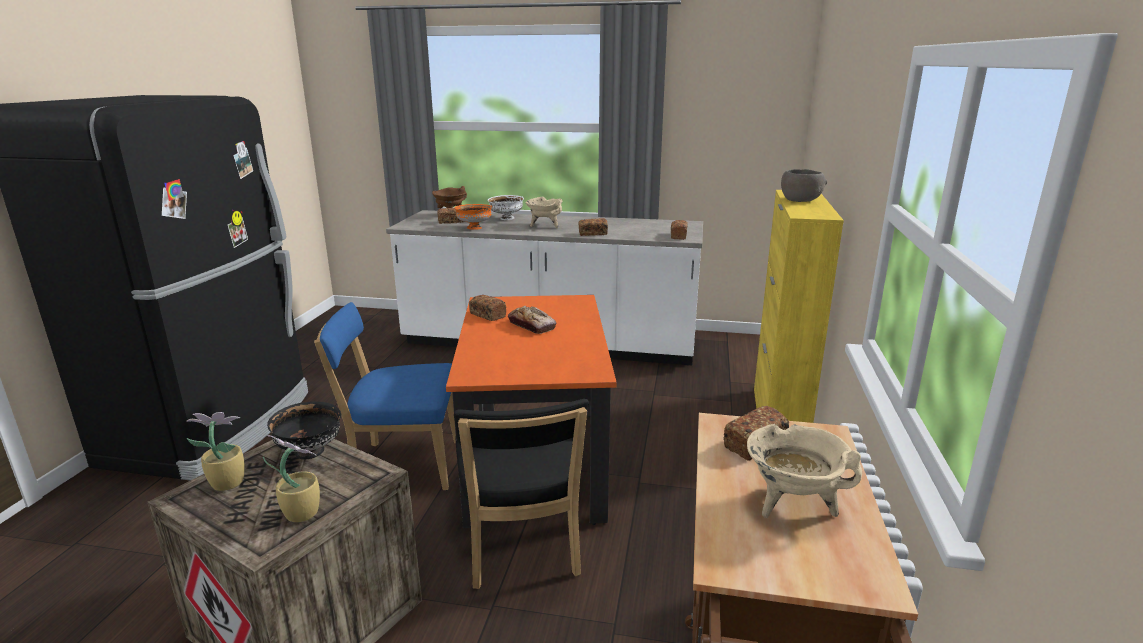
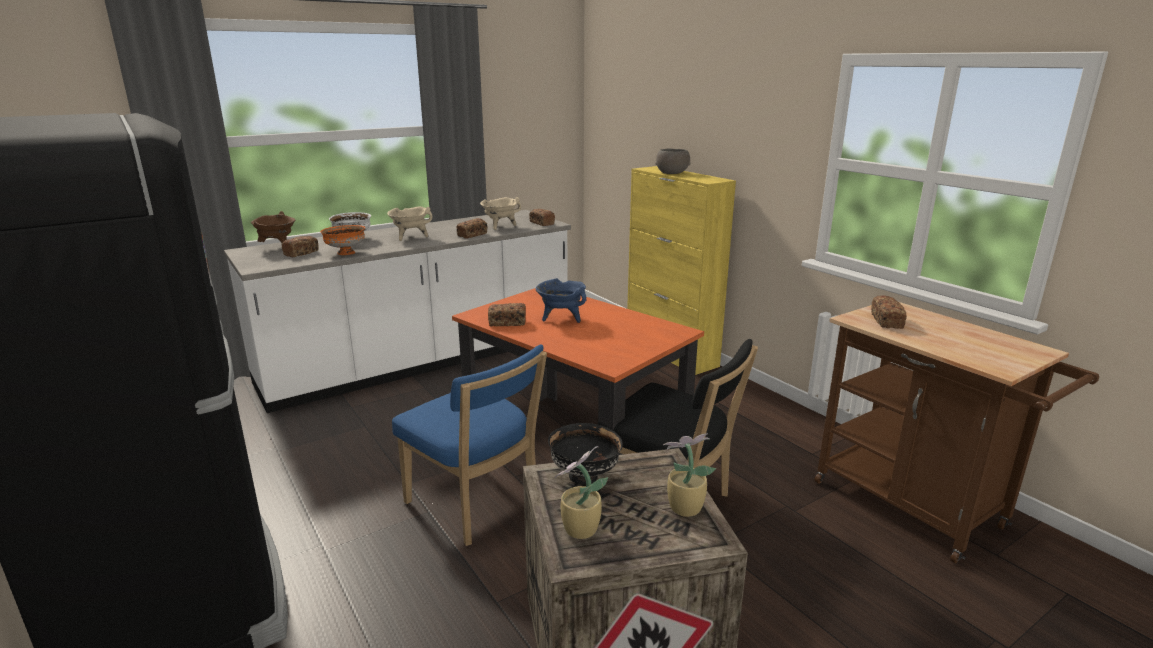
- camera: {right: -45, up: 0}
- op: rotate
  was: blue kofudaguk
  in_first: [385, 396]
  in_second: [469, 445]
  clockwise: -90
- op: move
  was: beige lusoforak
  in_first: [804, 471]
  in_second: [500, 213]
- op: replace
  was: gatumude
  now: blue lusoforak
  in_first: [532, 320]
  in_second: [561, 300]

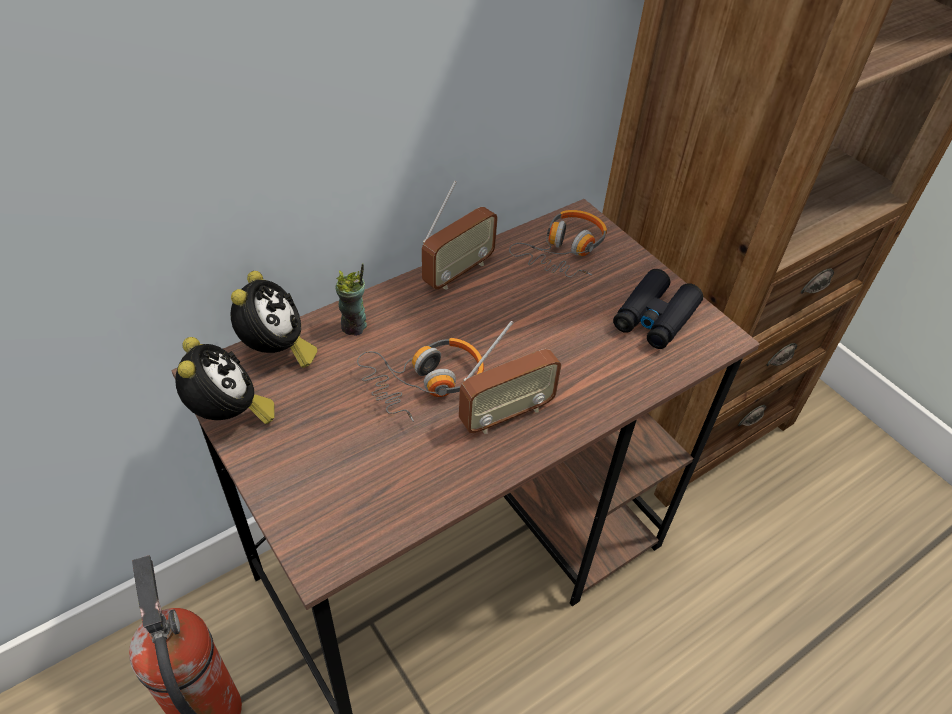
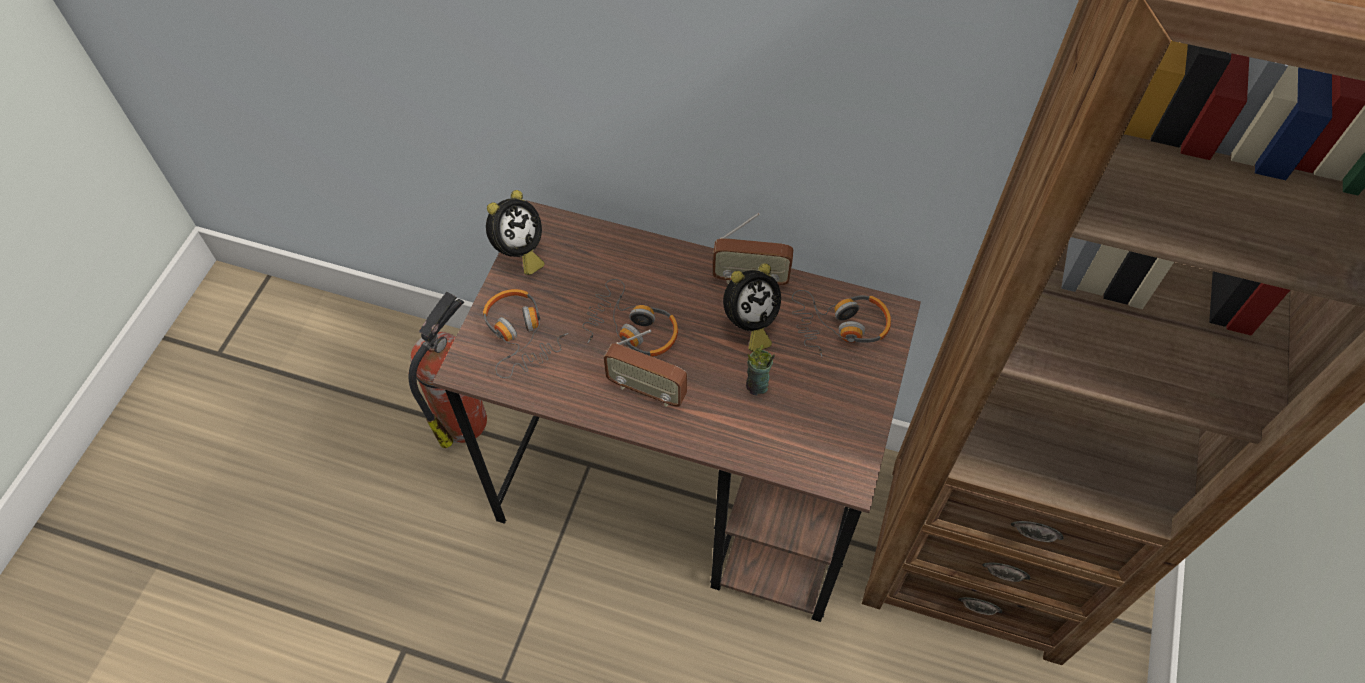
- camera: {right: 55, up: 10}
- op: insert
  now: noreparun
  in_second: [526, 333]
- op: move
  was: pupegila
  in_first: [273, 319]
  in_second: [752, 307]
- op: move
  was: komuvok
  in_first: [351, 299]
  in_second: [760, 369]
- op: delete
  was: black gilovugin
  in_first: [658, 309]

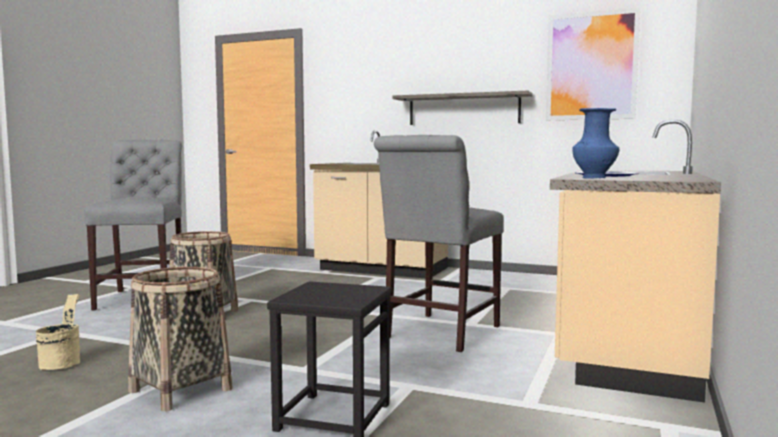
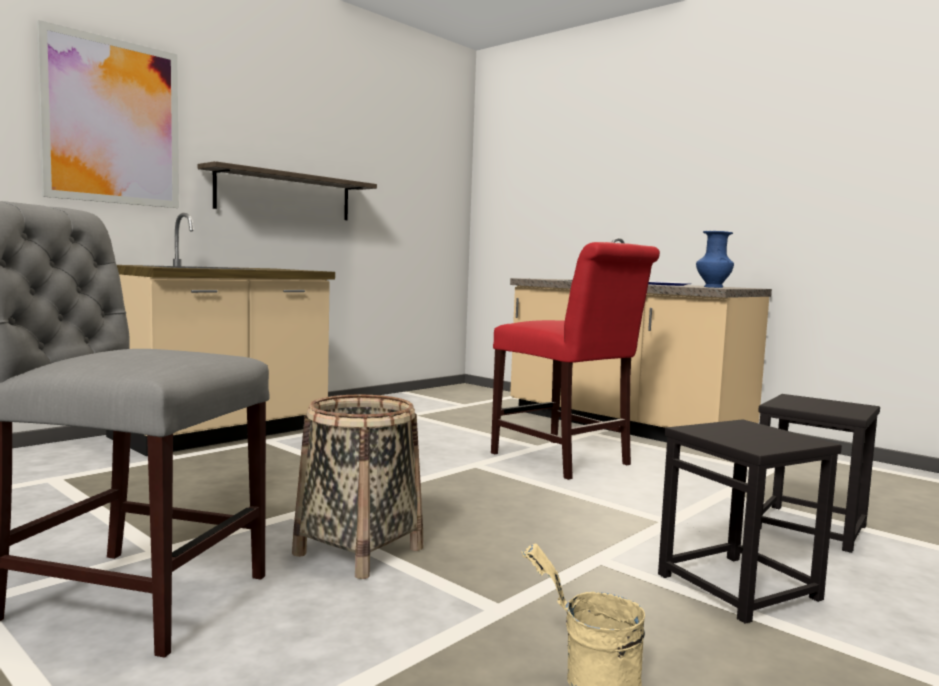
- camera: {right: -70, up: 0}
- op: move
  was: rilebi
  in_first: [593, 64]
  in_second: [108, 114]
- op: recolor
  was: grey kofudaguk
  now: red kofudaguk
  in_first: [438, 243]
  in_second: [575, 361]
- op: replace
  was: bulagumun
  now: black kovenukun
  in_first: [180, 339]
  in_second: [750, 521]

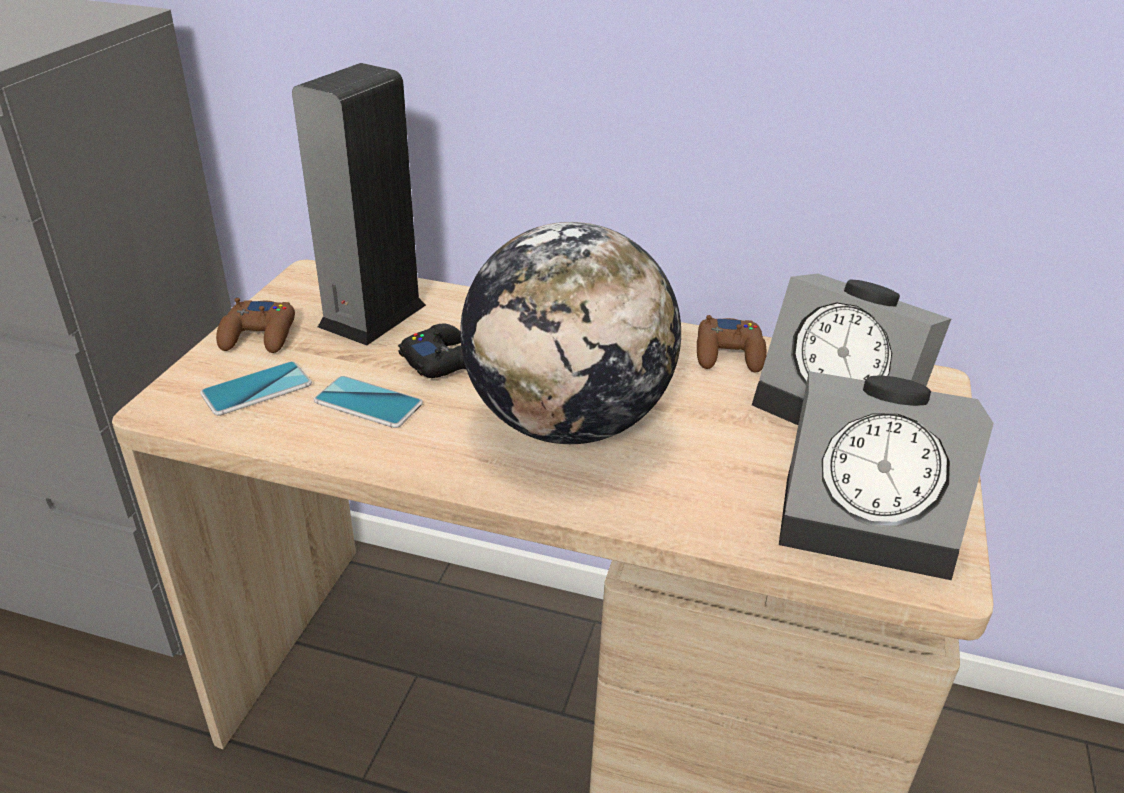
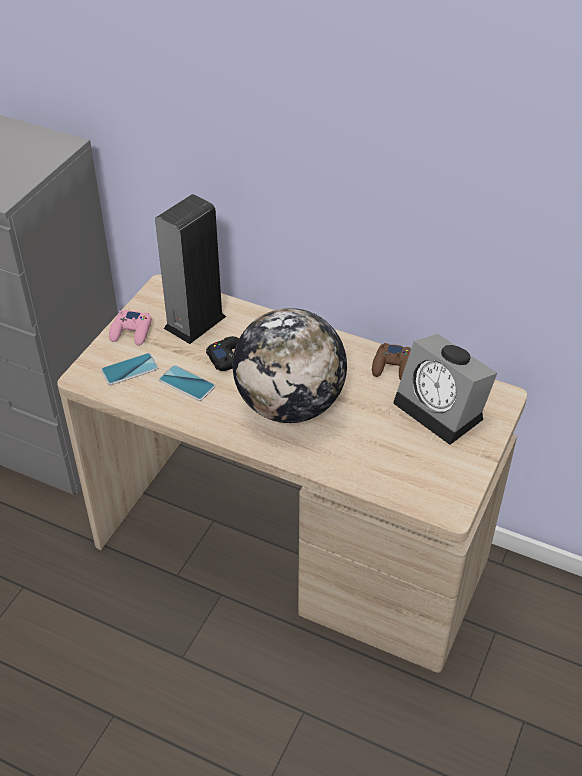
- camera: {right: 10, up: 10}
- op: recolor
  was: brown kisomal
  now: pink kisomal
  in_first: [255, 325]
  in_second: [130, 328]
- op: delete
  was: pupegila
  in_first: [886, 475]

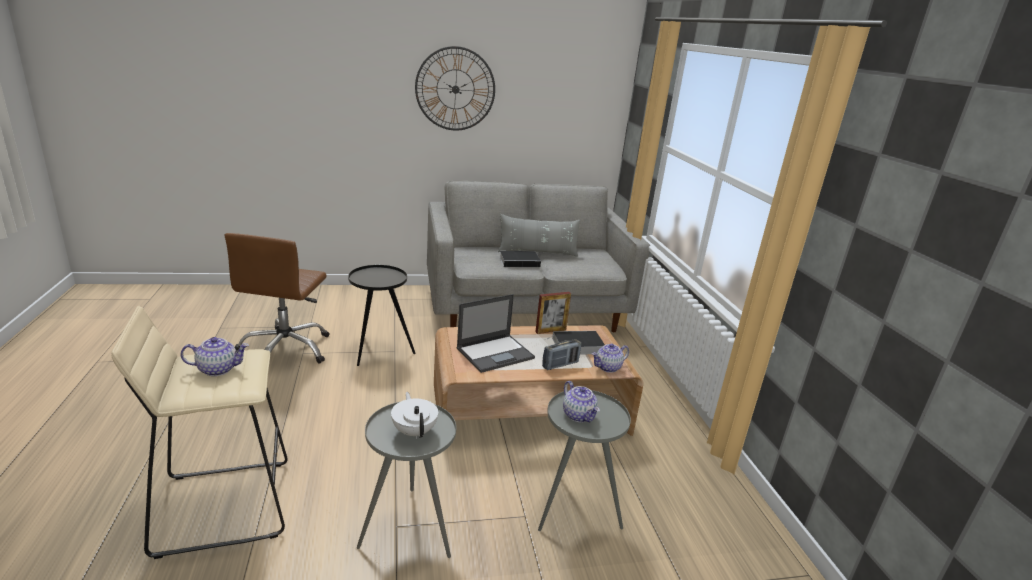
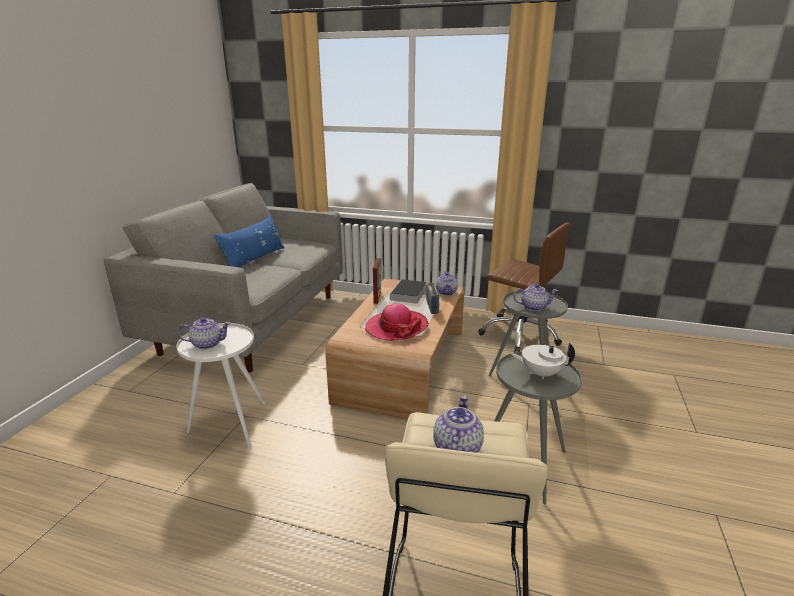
- camera: {right: -60, up: 0}
- op: recolor
  was: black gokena
  now: white gokena
  in_first: [382, 315]
  in_second: [221, 386]
- op: insert
  now: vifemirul
  in_second: [204, 333]
- op: recolor
  was: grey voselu
  now: blue voselu
  in_first: [539, 235]
  in_second: [249, 241]
- op: replace
  was: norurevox
  now: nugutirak
  in_first: [495, 333]
  in_second: [397, 322]
- op: move
  was: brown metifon
  in_first: [277, 298]
  in_second: [524, 288]
- op: delete
  was: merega
  in_first: [455, 88]
- op: delete
  was: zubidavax
  in_first: [523, 259]

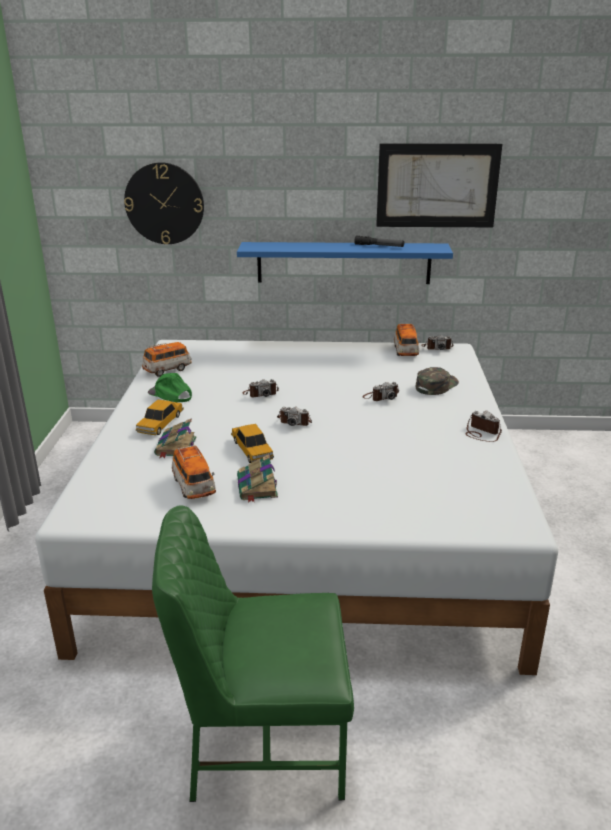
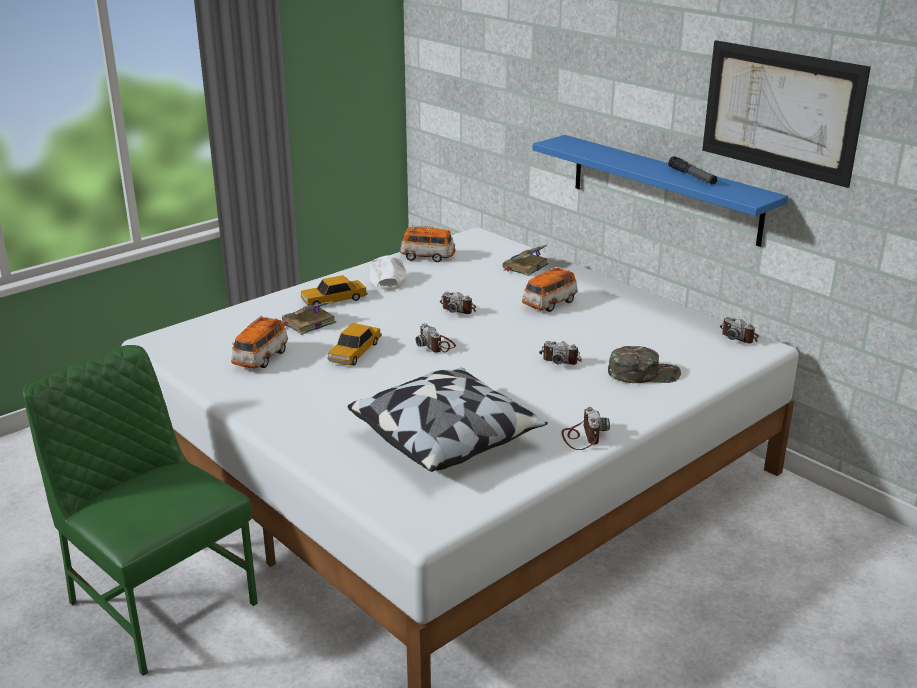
- camera: {right: 45, up: 0}
- op: insert
  now: voselu
  in_second: [447, 420]
- op: recolor
  was: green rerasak
  now: white rerasak
  in_first: [170, 387]
  in_second: [388, 272]
- op: move
  was: zubidavax
  in_first: [257, 478]
  in_second: [526, 260]
- op: move
  was: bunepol
  in_first: [407, 339]
  in_second: [550, 289]
- op: delete
  was: merega
  in_first: [164, 203]

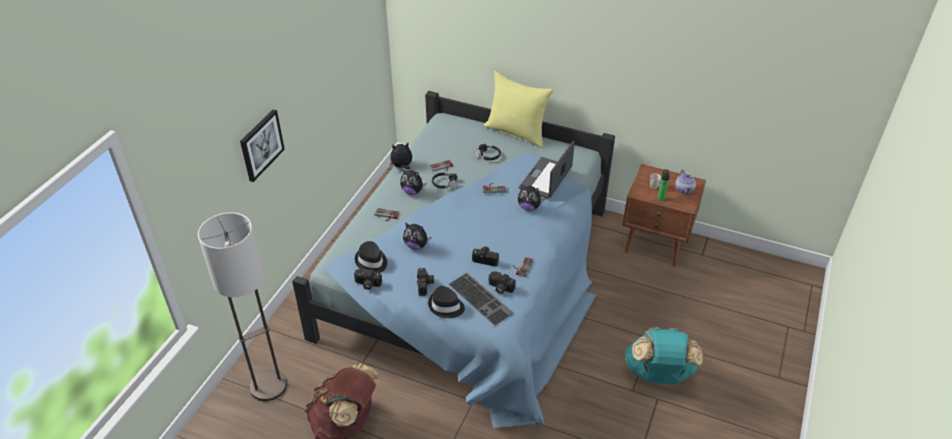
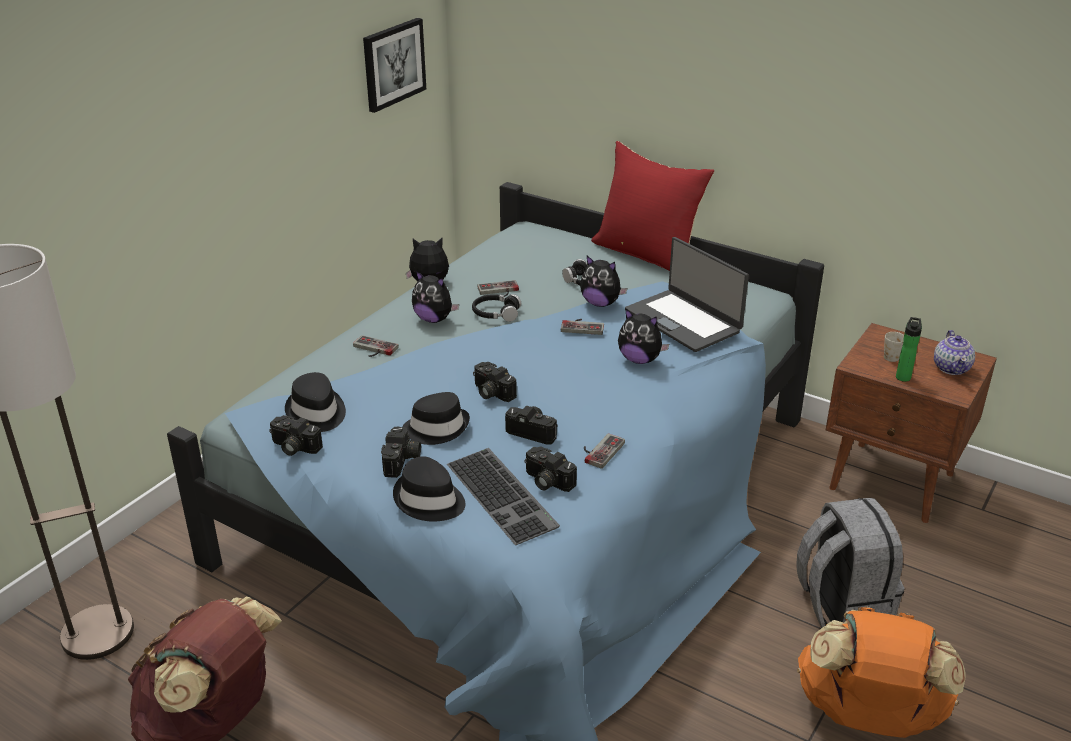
- camera: {right: 10, up: -10}
- op: move
  was: rilebi
  in_first: [262, 145]
  in_second: [394, 65]
- op: insert
  now: black nugutirak
  in_second: [436, 418]
- op: insert
  now: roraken
  in_second: [495, 382]
- op: move
  was: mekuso
  in_first: [417, 236]
  in_second: [603, 281]
- op: recolor
  was: yellow voselu
  now: red voselu
  in_first: [518, 109]
  in_second: [652, 206]
- op: rotate
  was: norurevox
  in_first: [547, 169]
  in_second: [687, 294]
  clockwise: -75
- op: insert
  now: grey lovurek
  in_second: [850, 563]
- op: recolor
  was: turquoise lovurek
  now: orange lovurek
  in_first: [664, 355]
  in_second: [881, 672]

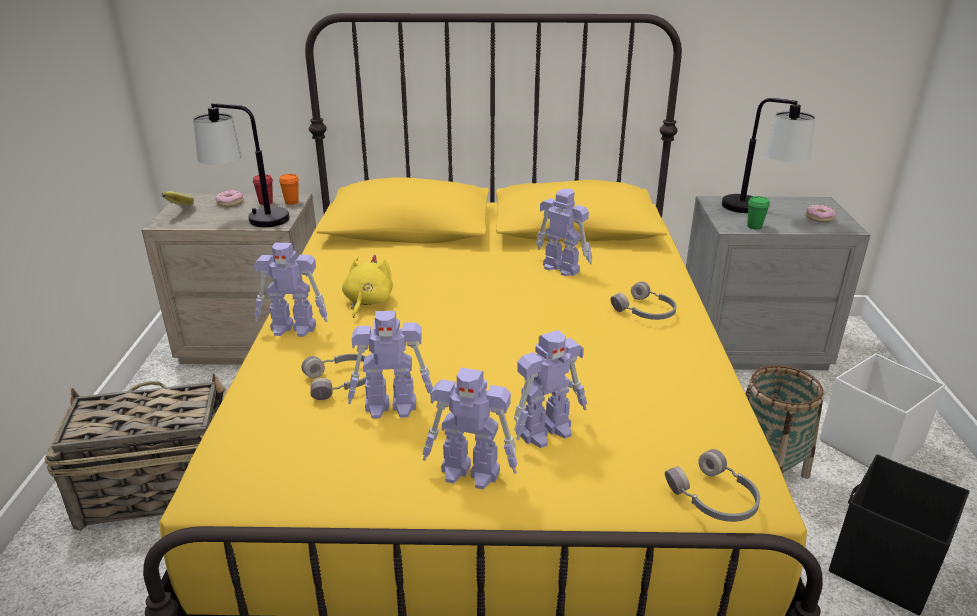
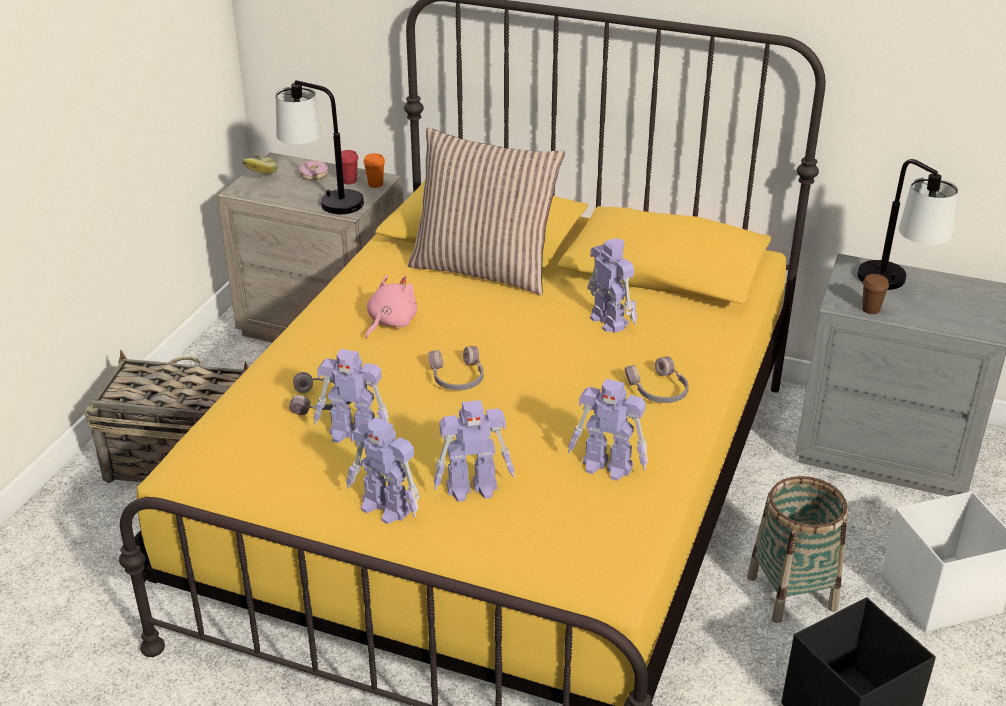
- camera: {right: 20, up: 5}
- op: recolor
  was: yellow mekuso
  now: pink mekuso
  in_first: [367, 286]
  in_second: [391, 306]
- op: insert
  now: voselu
  in_second: [486, 211]
- op: move
  was: grey noreparun
  in_first: [712, 485]
  in_second: [456, 368]
- op: move
  was: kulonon
  in_first: [291, 290]
  in_second: [608, 429]
- op: recolor
  was: green komuvok
  now: brown komuvok
  in_first: [758, 213]
  in_second: [875, 294]
- op: delete
  was: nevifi
  in_first: [821, 213]

